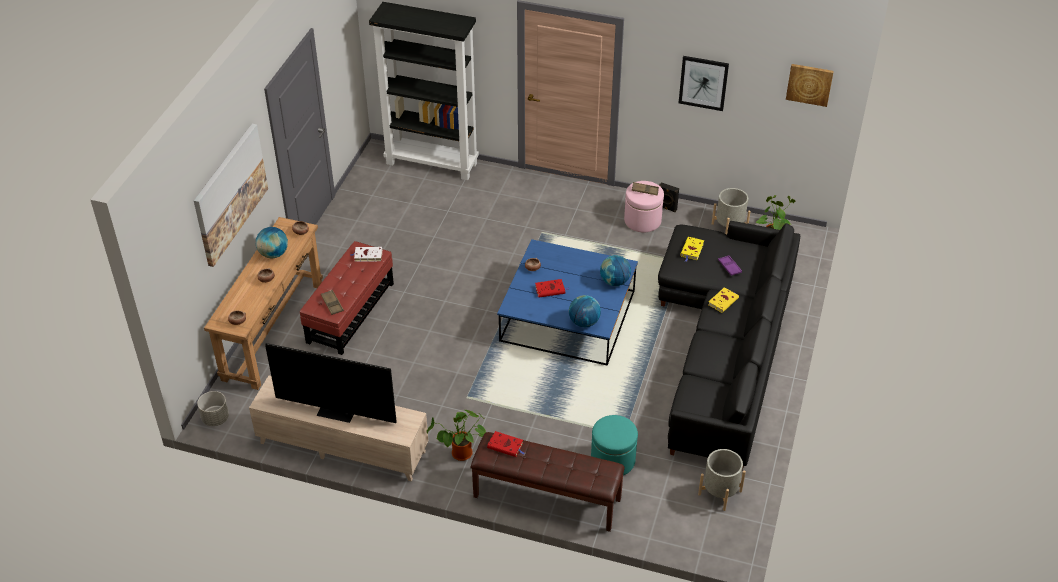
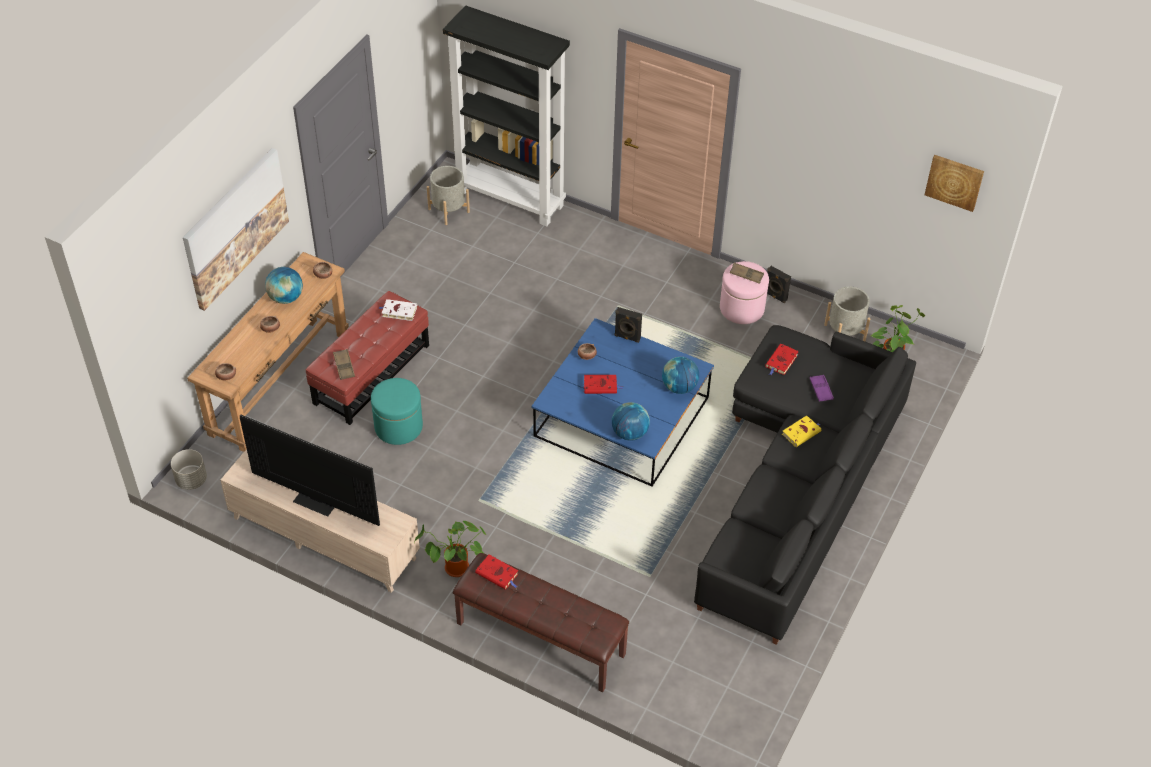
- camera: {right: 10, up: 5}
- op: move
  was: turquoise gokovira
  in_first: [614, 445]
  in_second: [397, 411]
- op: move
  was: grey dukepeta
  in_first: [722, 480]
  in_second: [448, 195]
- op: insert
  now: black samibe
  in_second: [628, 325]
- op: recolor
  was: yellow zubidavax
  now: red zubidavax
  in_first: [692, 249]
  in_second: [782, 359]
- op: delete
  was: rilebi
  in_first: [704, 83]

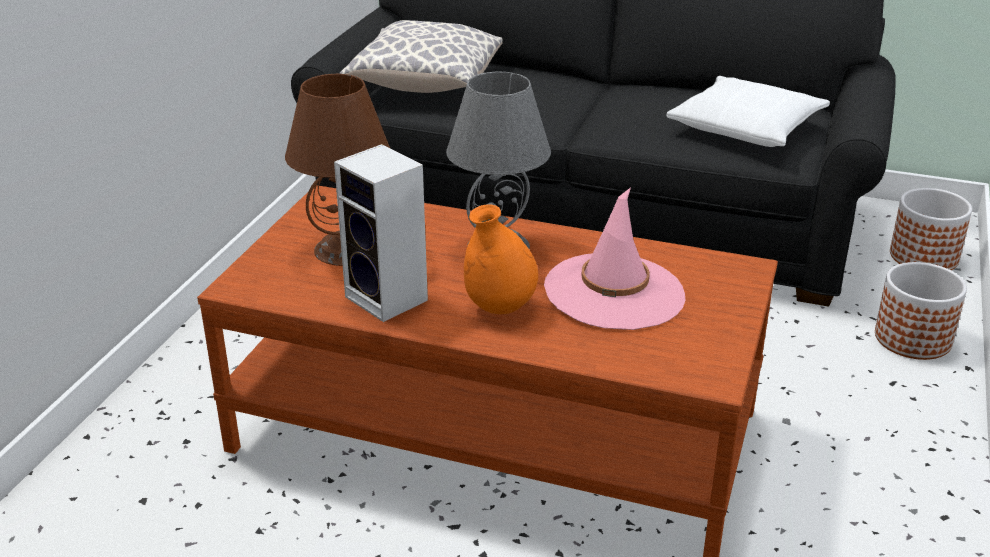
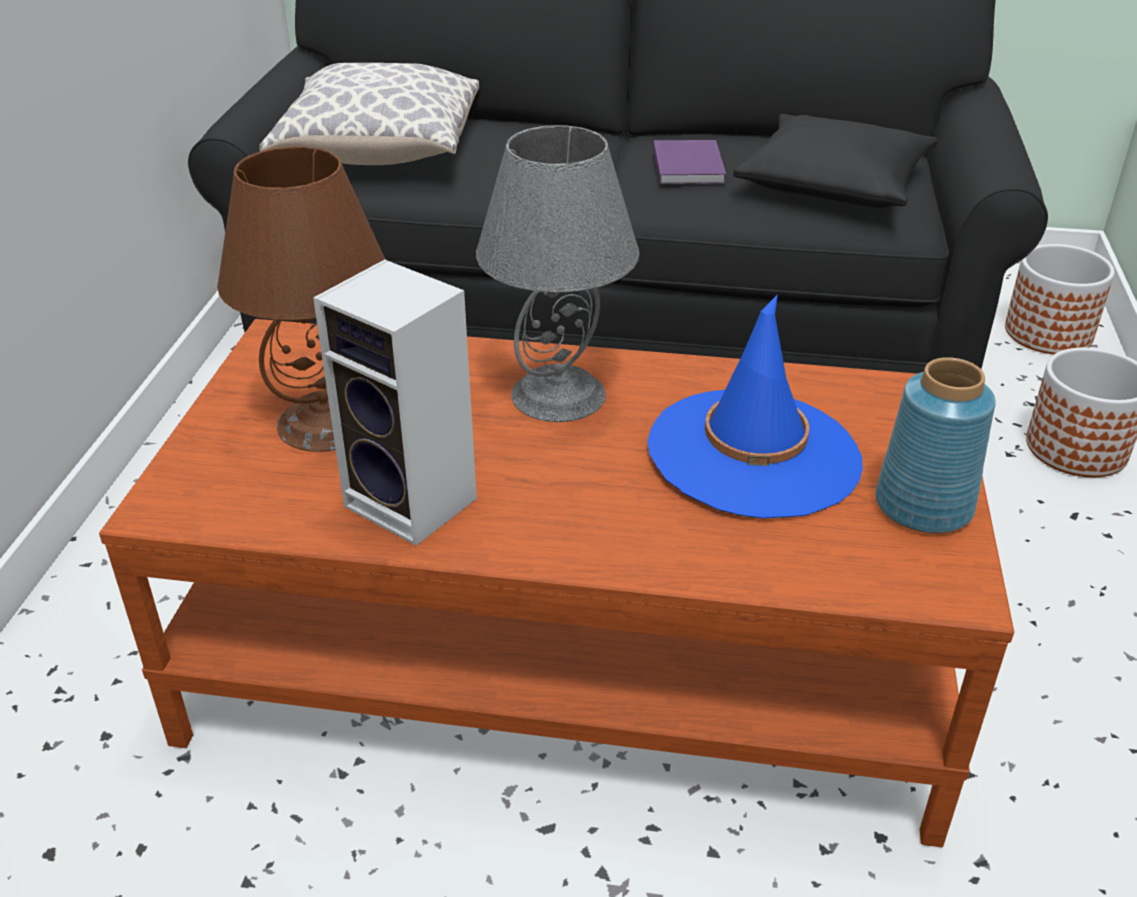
- camera: {right: -10, up: 5}
- op: recolor
  was: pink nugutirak
  now: blue nugutirak
  in_first: [615, 258]
  in_second: [755, 406]
- op: insert
  now: purple zubidavax
  in_second: [689, 162]
- op: recolor
  was: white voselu
  now: black voselu
  in_first: [748, 111]
  in_second: [835, 161]
- op: insert
  now: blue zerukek
  in_second: [935, 445]
- op: delete
  was: orange zerukek
  in_first: [501, 259]

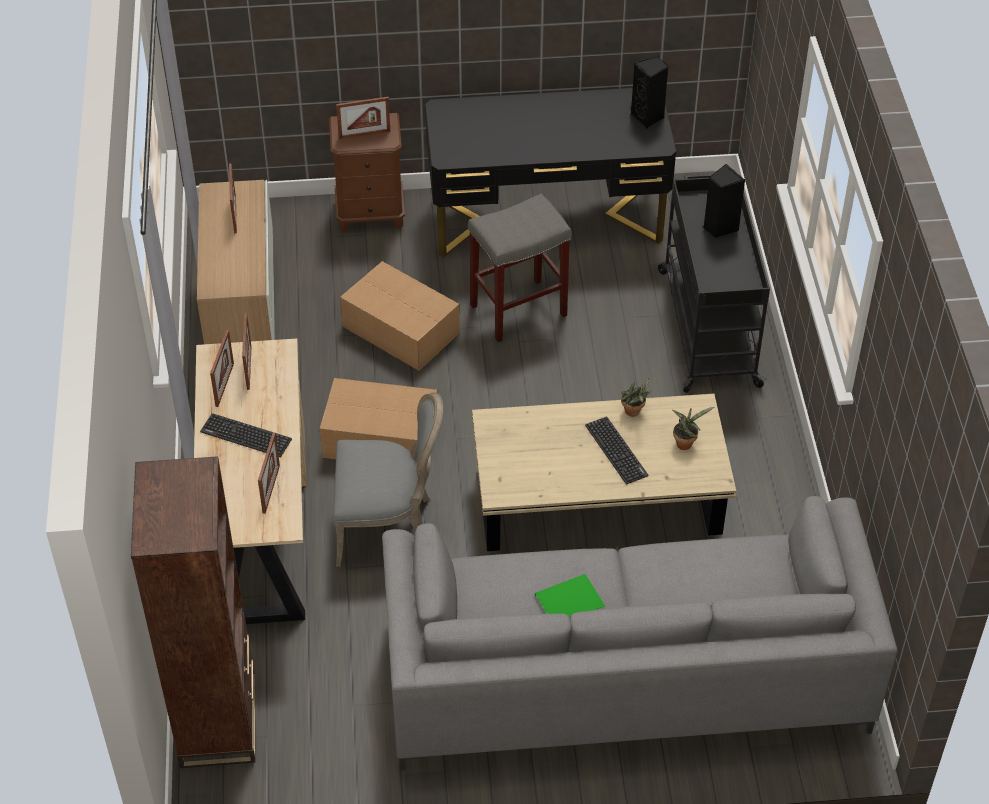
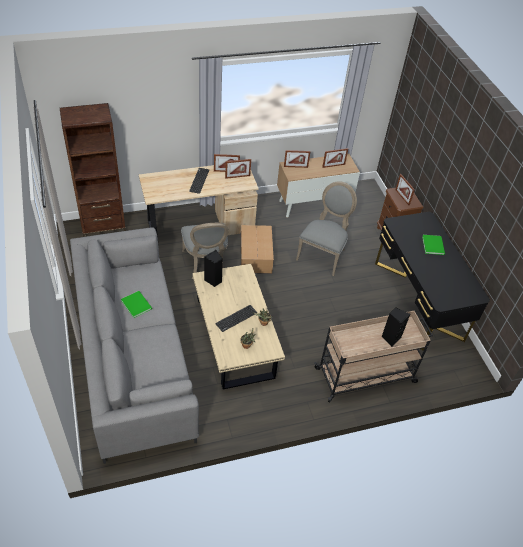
- camera: {right: 75, up: 0}
- op: move
  was: black samibe
  in_first: [650, 93]
  in_second: [213, 268]
- op: move
  was: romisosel
  in_first: [269, 473]
  in_second: [297, 159]
- op: replace
  was: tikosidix
  now: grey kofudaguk
  in_first: [400, 316]
  in_second: [326, 228]
- op: recolor
  was: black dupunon
  now: beige dupunon
  in_first: [714, 283]
  in_second: [373, 357]
- op: insert
  now: green zubidavax
  in_second: [433, 245]
- op: delete
  was: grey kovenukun
  in_first: [520, 268]

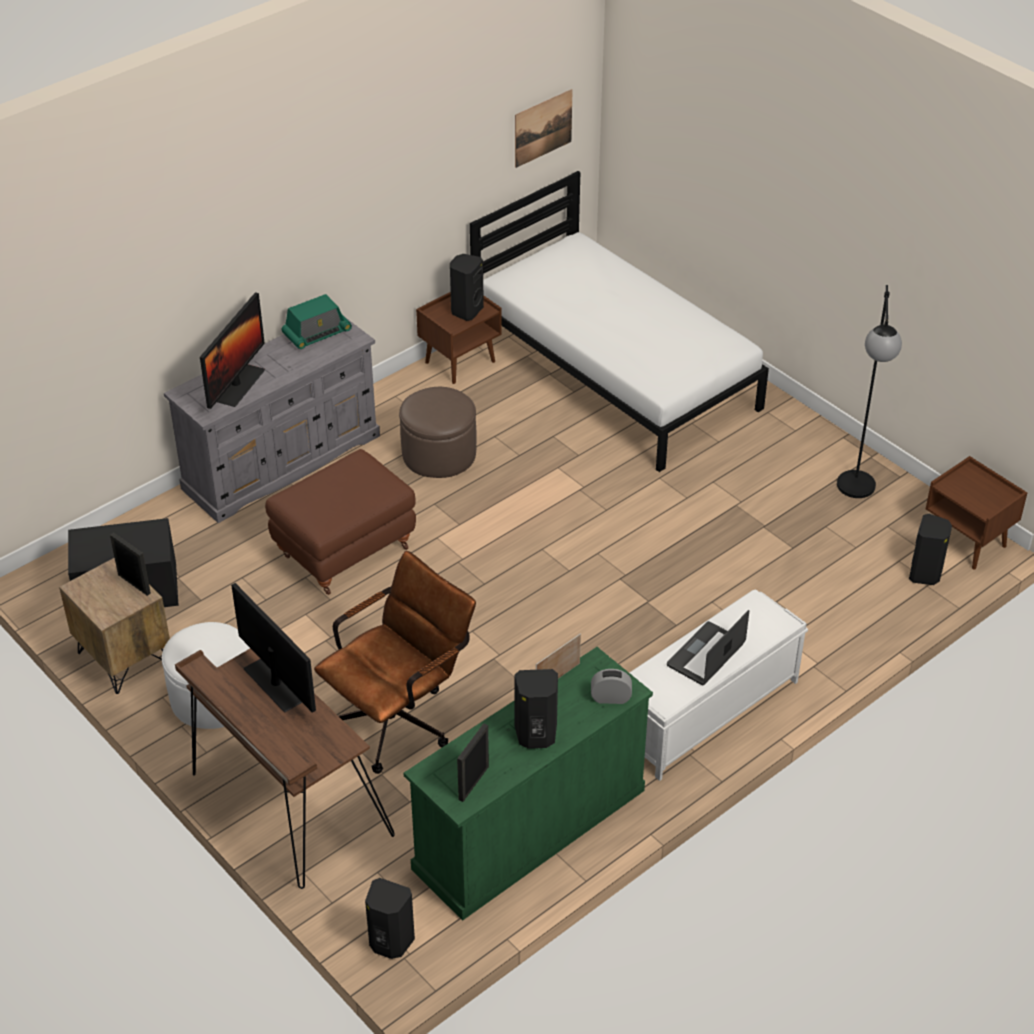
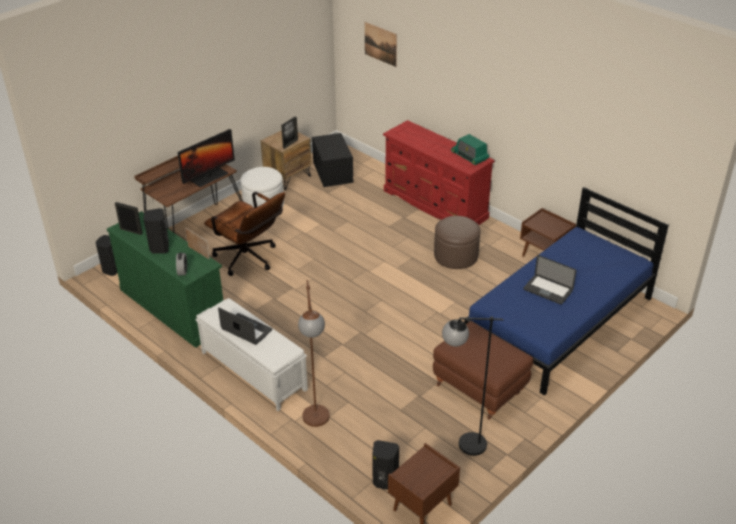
- camera: {right: 85, up: -5}
- op: insert
  now: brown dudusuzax
  in_second: [314, 353]
- op: move
  was: rilebi
  in_first: [544, 128]
  in_second: [381, 44]
- op: recolor
  was: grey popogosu
  now: red popogosu
  in_first: [272, 420]
  in_second: [439, 172]
- op: move
  was: brown gokovira
  in_first: [340, 522]
  in_second: [483, 370]
- op: recolor
  was: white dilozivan
  now: blue dilozivan
  in_first: [619, 321]
  in_second: [566, 291]
- op: insert
  now: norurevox
  in_second: [550, 280]
- op: delete
  was: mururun
  in_first: [232, 350]
- op: delete
  was: black samibe
  in_first: [467, 287]

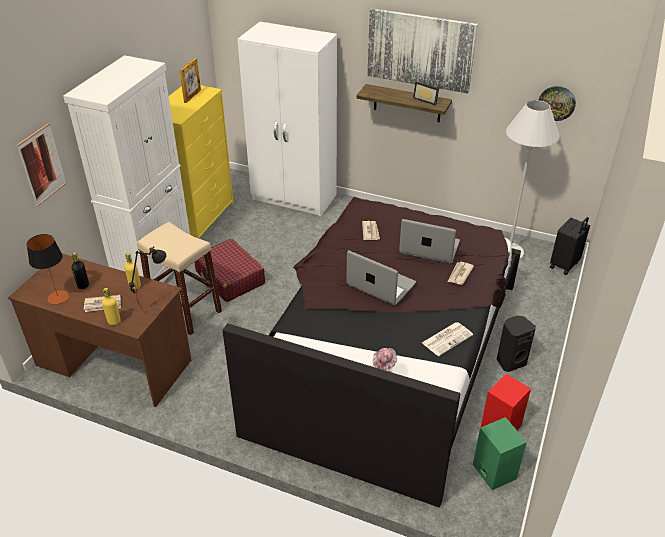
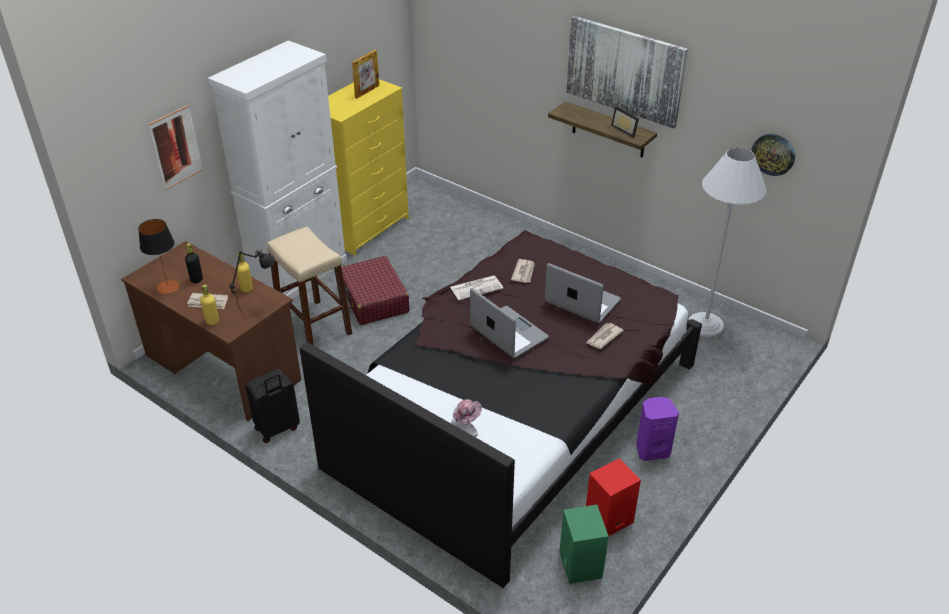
- camera: {right: 15, up: 0}
- op: move
  was: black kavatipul
  in_first: [570, 246]
  in_second: [272, 405]
- op: move
  was: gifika
  in_first: [447, 339]
  in_second: [476, 288]
- op: recolor
  was: black samibe
  now: purple samibe
  in_first: [516, 344]
  in_second: [657, 429]
- op: delete
  was: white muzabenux
  in_first: [287, 119]

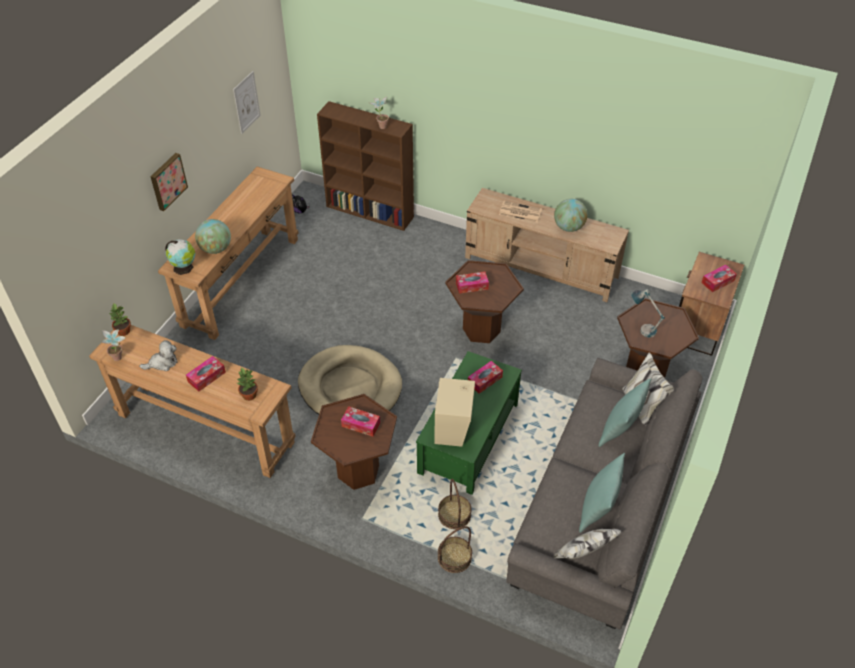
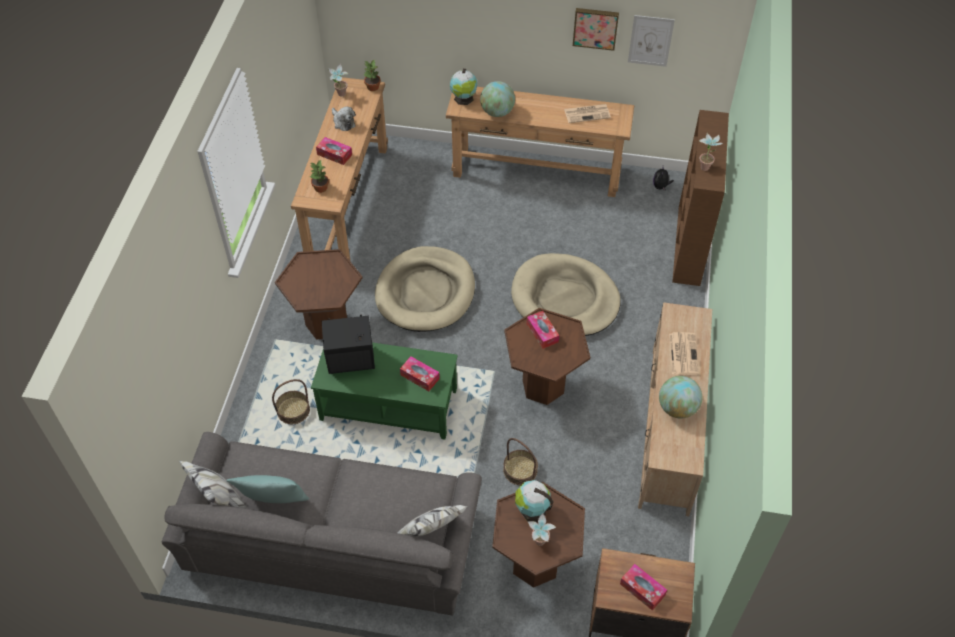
- camera: {right: 75, up: 5}
- op: recolor
  was: beige samibe
  now: black samibe
  in_first: [454, 412]
  in_second: [348, 344]
- op: move
  was: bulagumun
  in_first: [455, 549]
  in_second: [520, 461]
- op: insert
  now: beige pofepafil
  in_second: [566, 294]
- op: replace
  was: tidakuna
  now: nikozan
  in_first: [648, 313]
  in_second: [534, 501]
- op: insert
  now: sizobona
  in_second: [542, 529]
- op: insert
  now: gifika
  in_second: [587, 113]
- op: move
  was: rilebi
  in_first: [169, 182]
  in_second: [596, 29]
- op: delete
  was: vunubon
  in_first: [360, 421]
- op: delete
  was: turquoise voselu
  in_first: [625, 413]

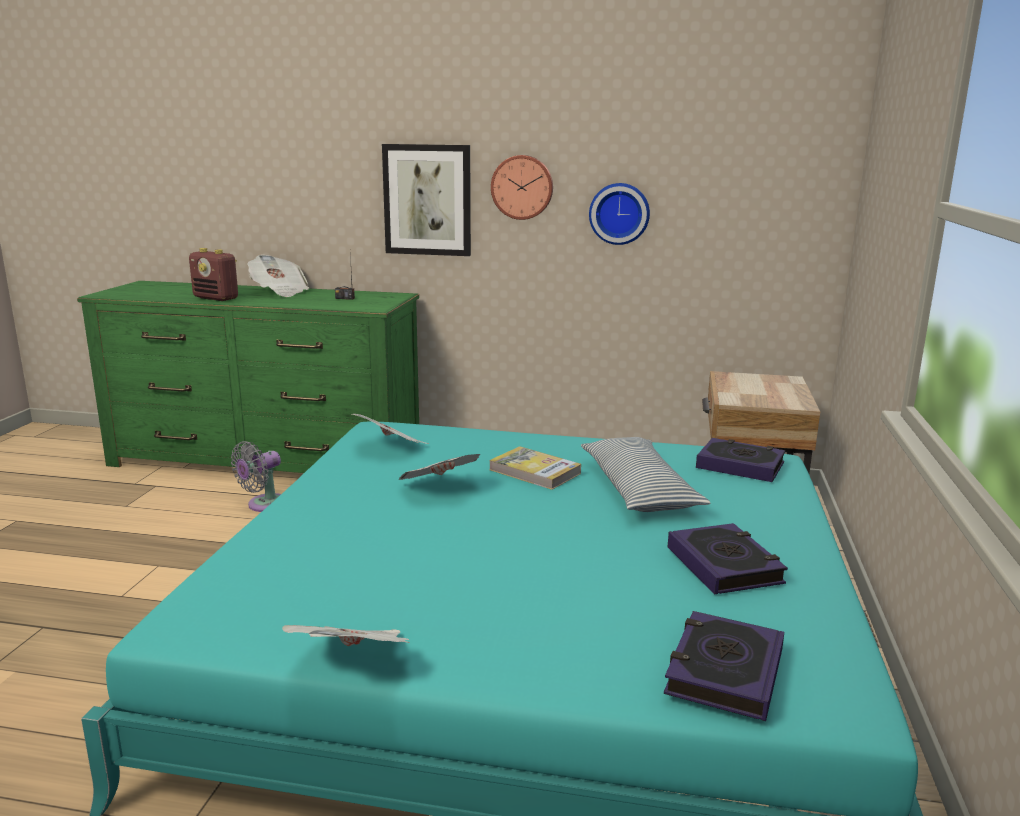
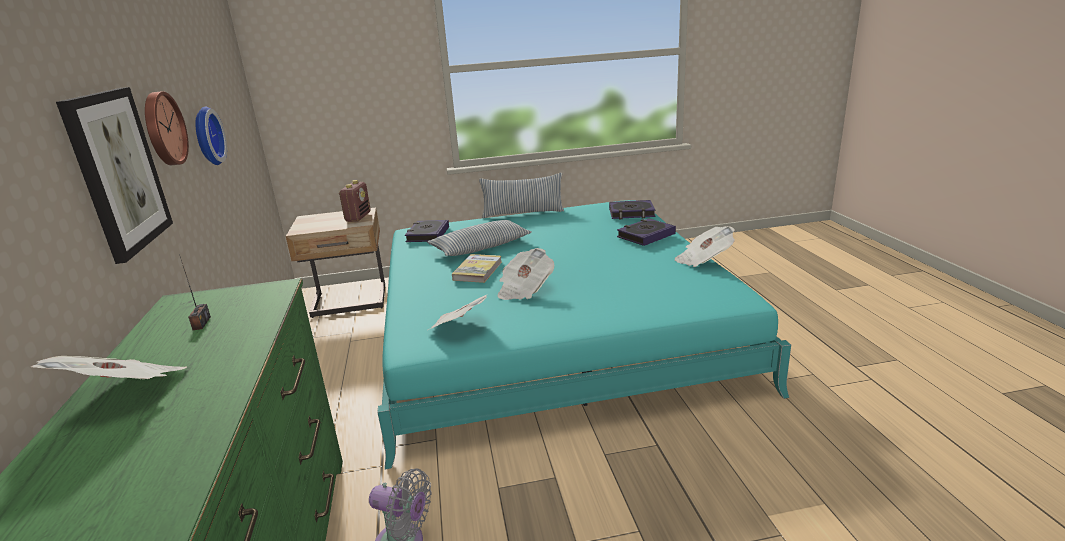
- camera: {right: -110, up: 5}
- op: move
  was: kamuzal
  in_first: [213, 274]
  in_second: [355, 201]
- op: insert
  now: voselu
  in_second: [521, 195]
- op: move
  was: zubidavax
  in_first: [728, 559]
  in_second: [646, 232]

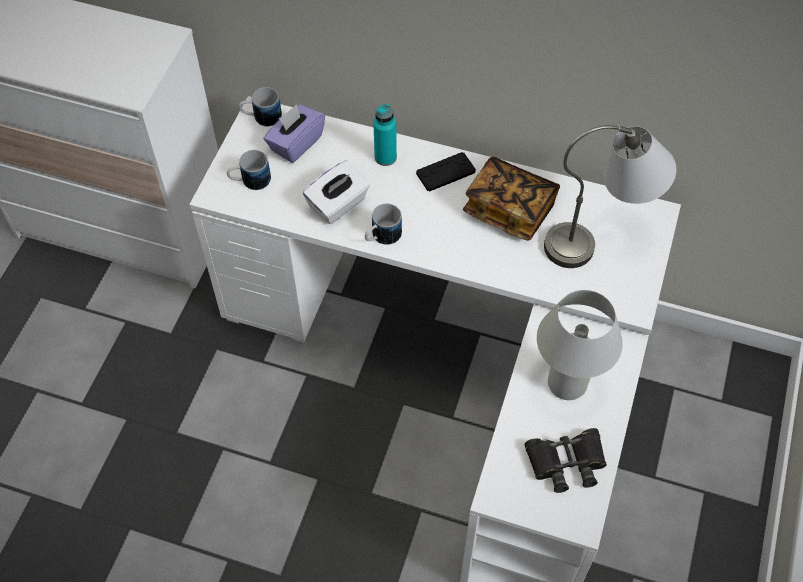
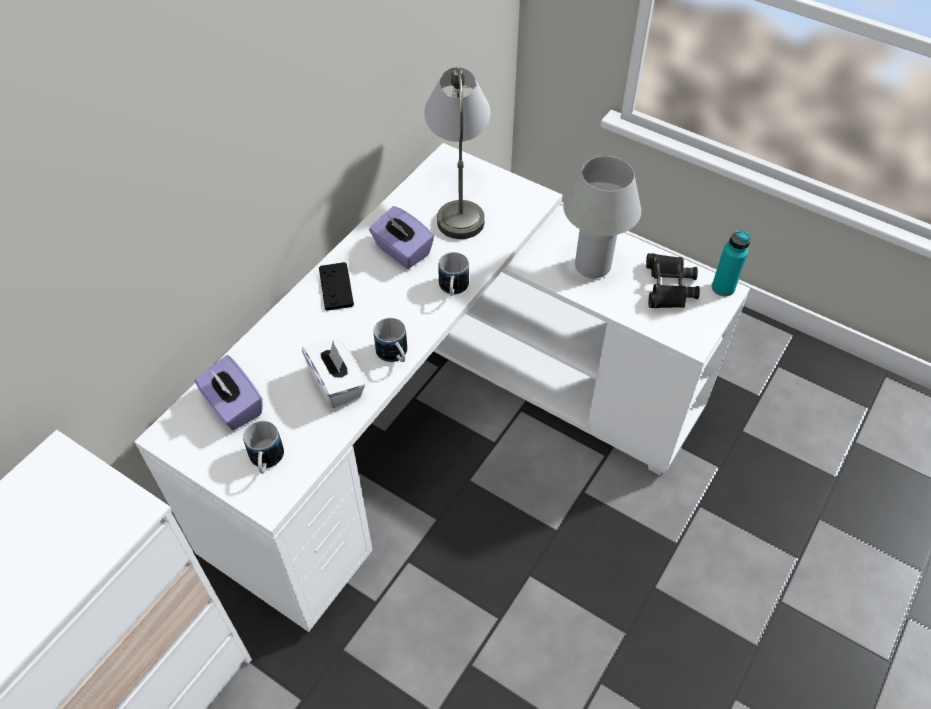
- camera: {right: -75, up: -5}
- op: replace
  was: zubidavax
  now: purple vunubon
  in_first: [511, 199]
  in_second: [401, 237]
- op: move
  was: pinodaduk
  in_first: [260, 107]
  in_second: [454, 274]
- op: move
  was: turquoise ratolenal
  in_first: [385, 134]
  in_second: [731, 263]

